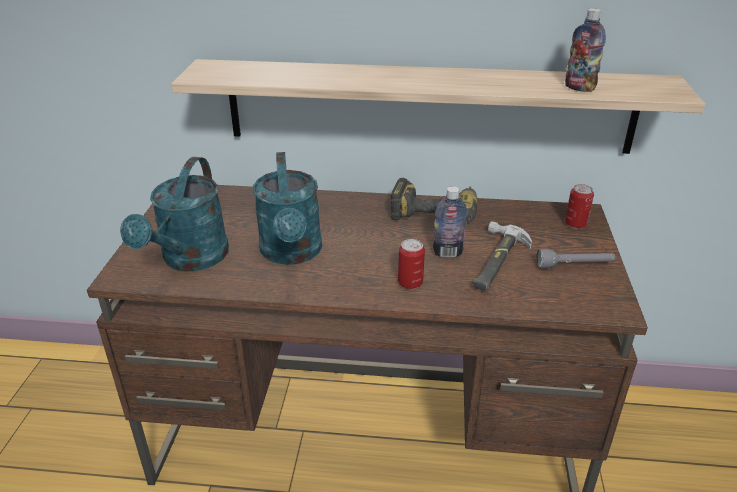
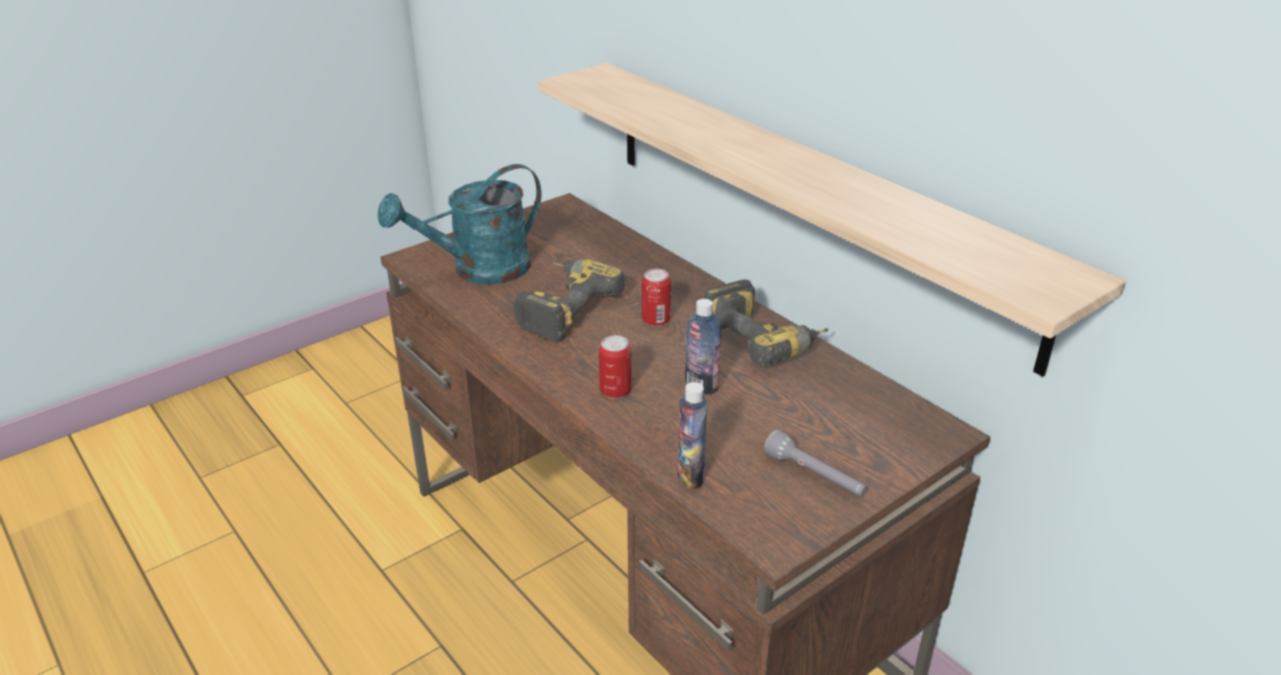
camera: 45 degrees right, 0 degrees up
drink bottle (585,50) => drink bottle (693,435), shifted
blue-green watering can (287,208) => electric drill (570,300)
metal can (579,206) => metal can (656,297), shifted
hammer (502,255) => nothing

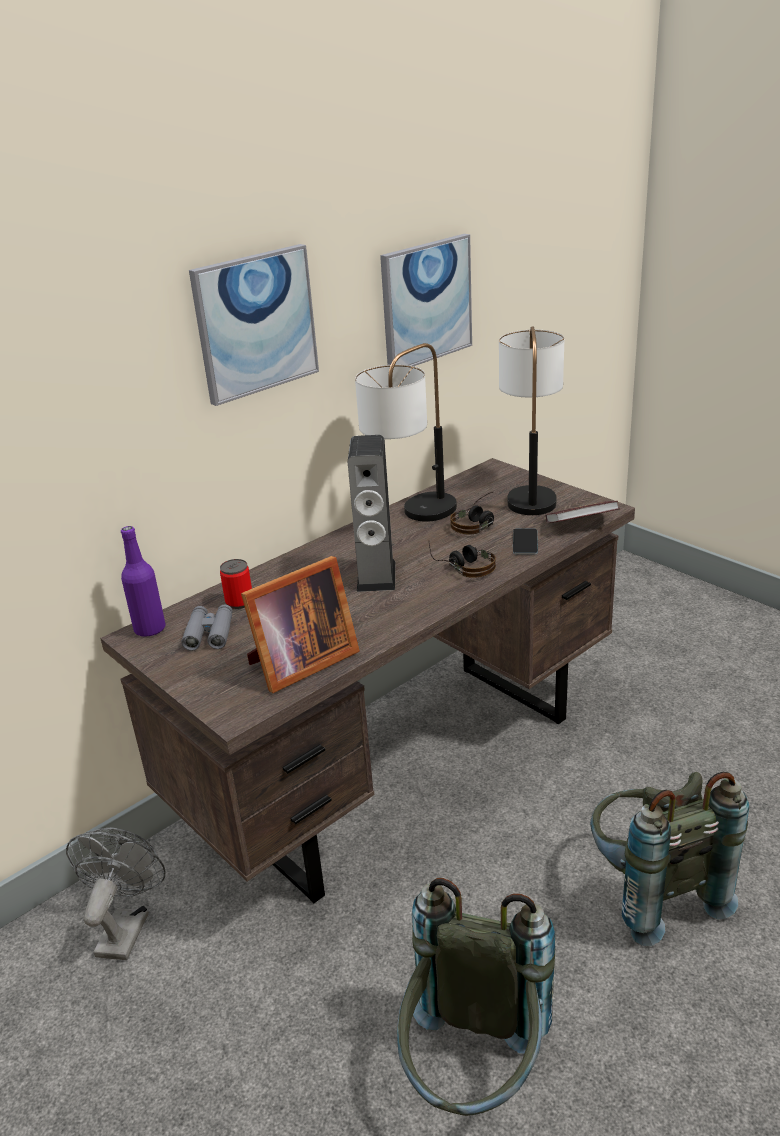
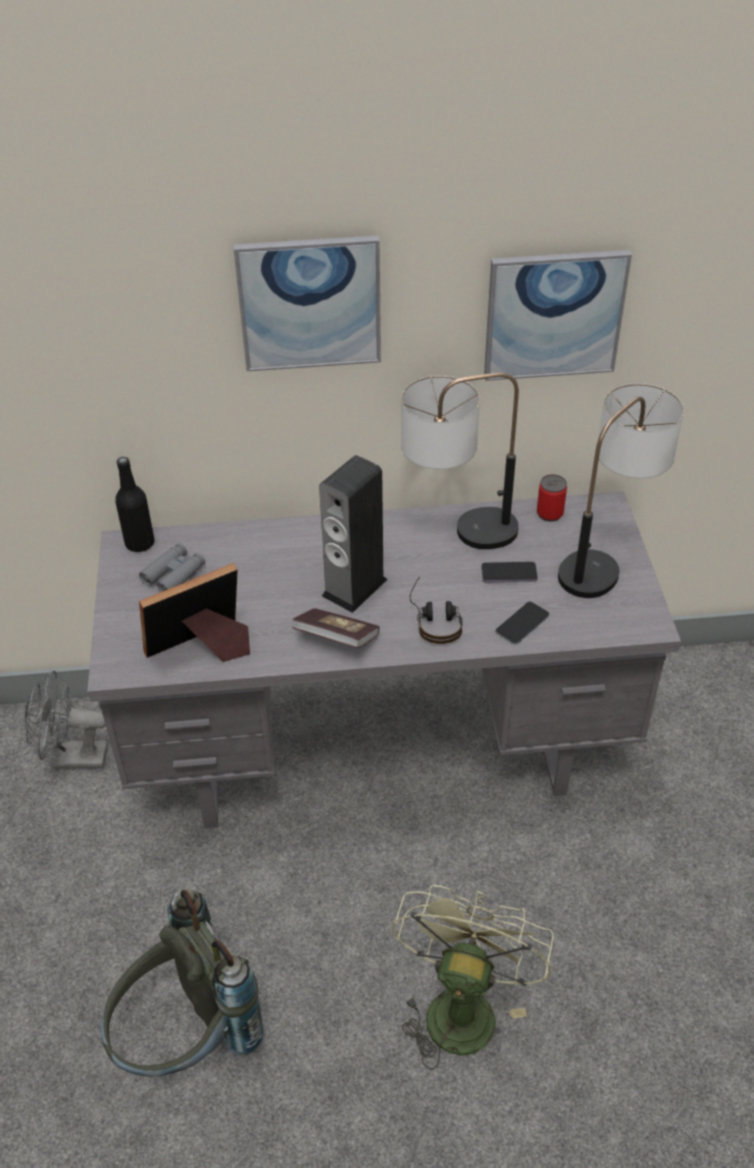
camera: 35 degrees right, 15 degrees up
brown-coloured desk unit (367,680) => gray desk unit (384,659)
pair of headphones (472,513) => phone (509,572)
bound book (583,512) => bound book (336,628), shifted
purple drink bottle (143,581) => black drink bottle (135,504)
picture frame (300,624) => picture frame (194,612), 150 degrees clockwise
metal can (236,584) => metal can (552,498), shifted
gray knapsack (669,859) => greenish cooling fan (473,977)
gray cooling fan (116,893) => gray cooling fan (66,720), 135 degrees counterclockwise

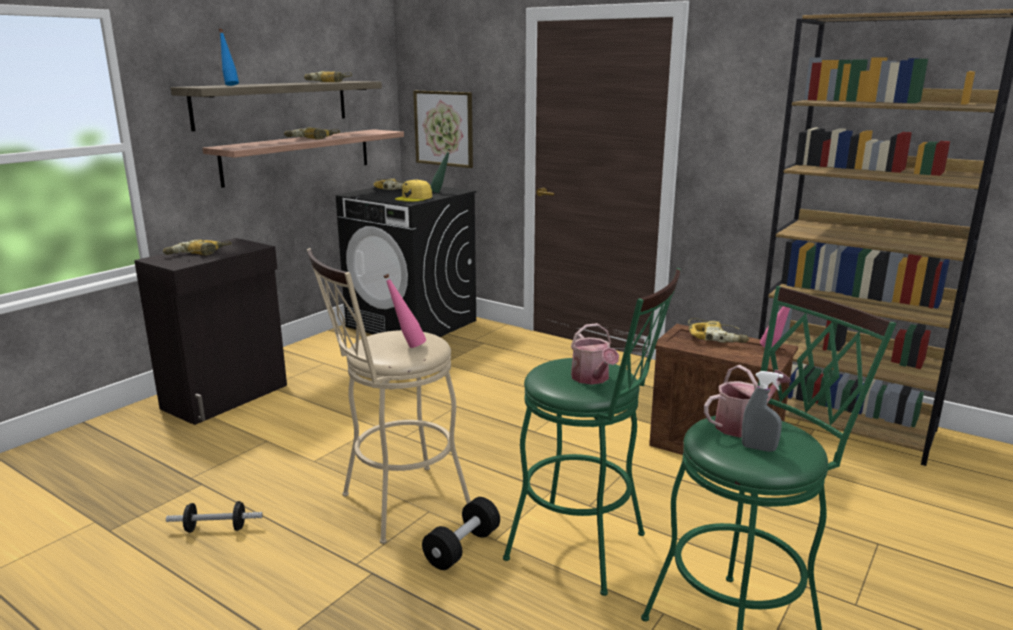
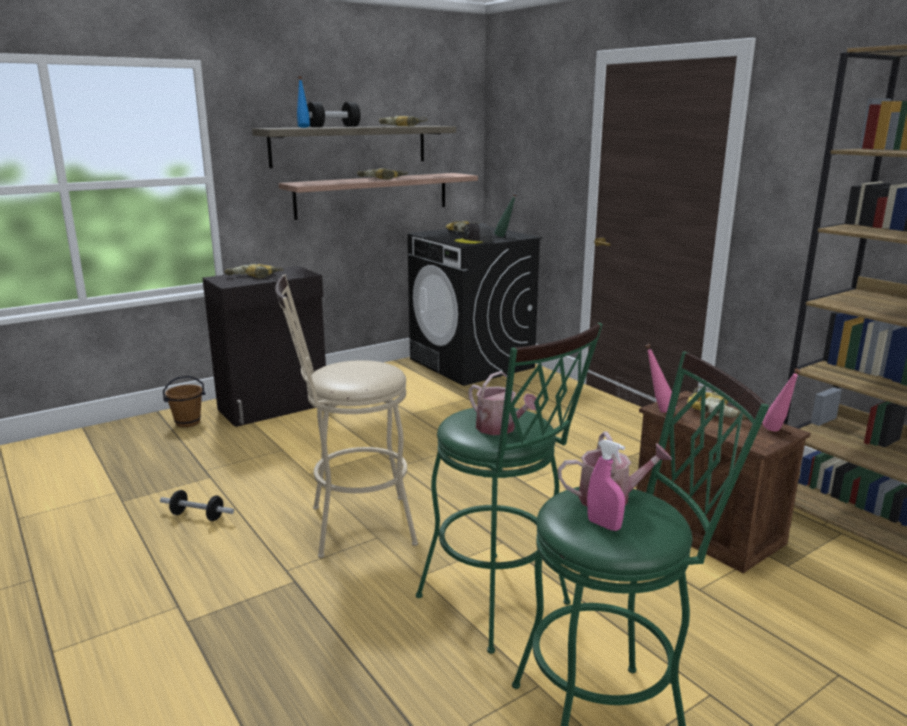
camera: 20 degrees right, 0 degrees up
wall art (443,129) => nothing
yellow baseball cap (413,191) => gray baseball cap (473,233)
pink-coloured drink bottle (404,311) => pink-coloured drink bottle (661,378), shifted
watering can (595,354) => watering can (502,403), 45 degrees counterclockwise
gray spray bottle (762,411) => pink-coloured spray bottle (606,485)
black free weight (461,533) => black free weight (333,114), shifted
nothing => brown-coloured pail (184,401)

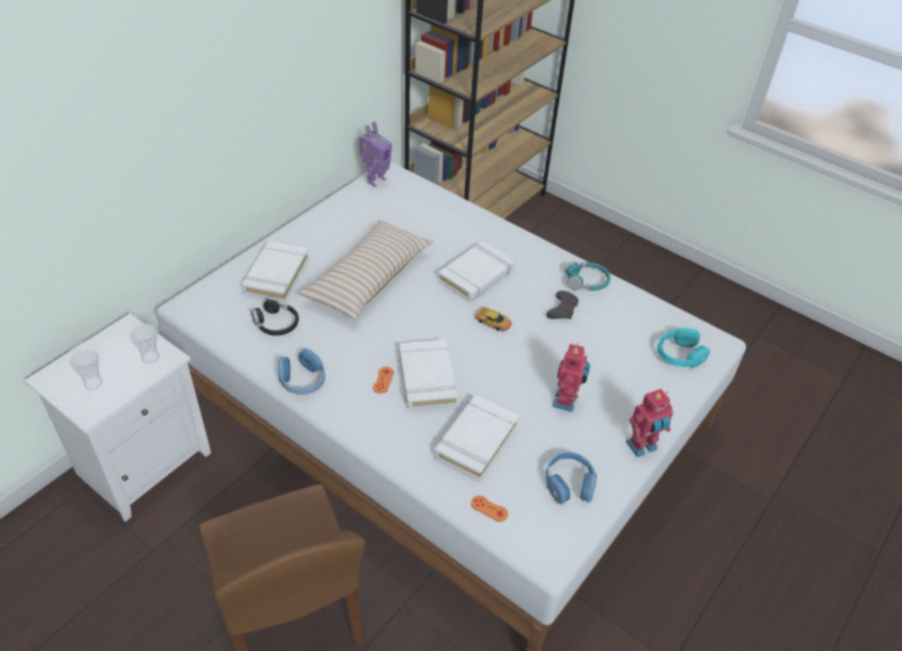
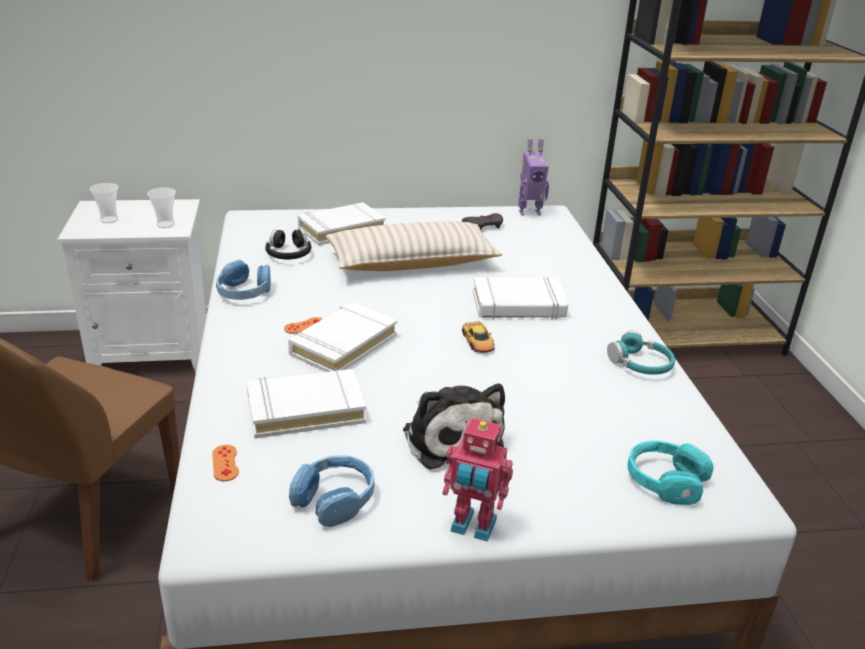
camera: 45 degrees right, 15 degrees down
gray joypad (562,305) => gray joypad (482,221), shifted
robot figure (571,377) => cuddly toy (454,426)

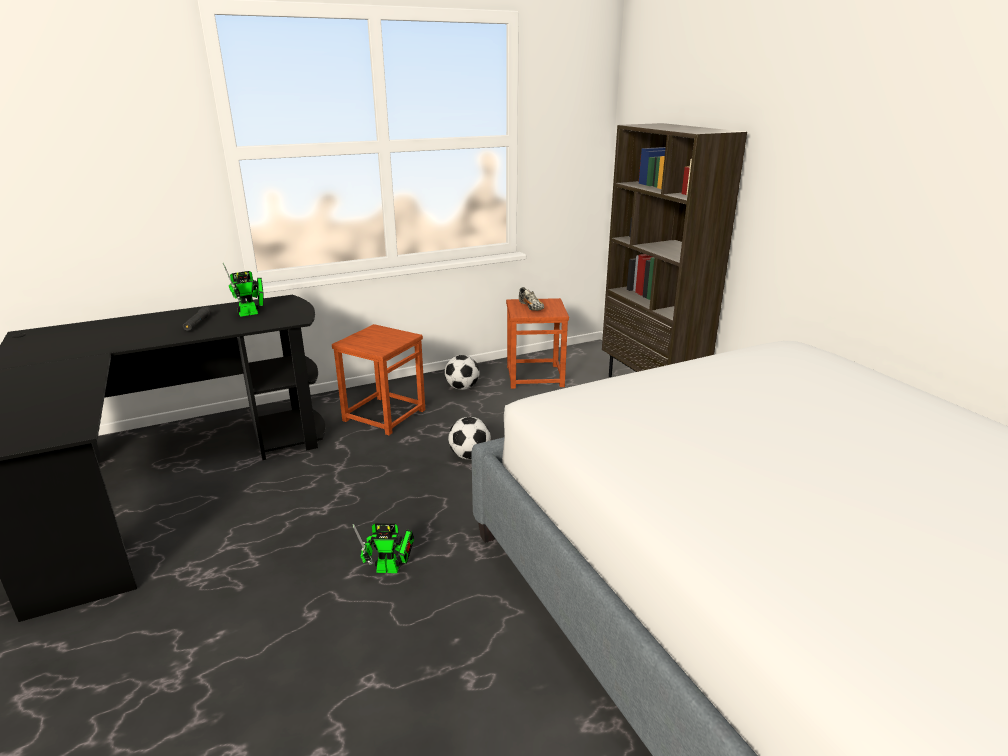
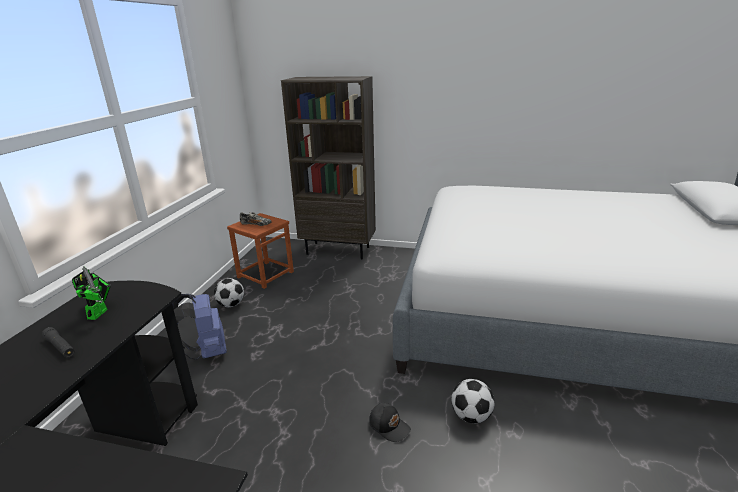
camera: 50 degrees left, 0 degrees up
brown-coloured sitting stool (378,379) => blue knapsack (199,327)
football (469,438) => football (472,401), shifted
robot figure (383,548) => black baseball cap (390,422)

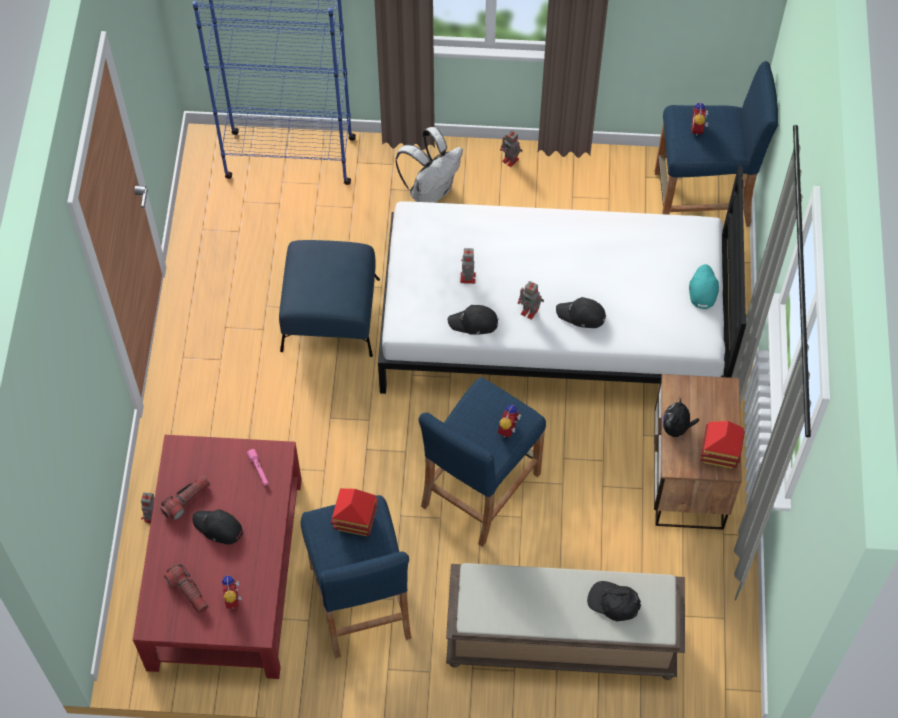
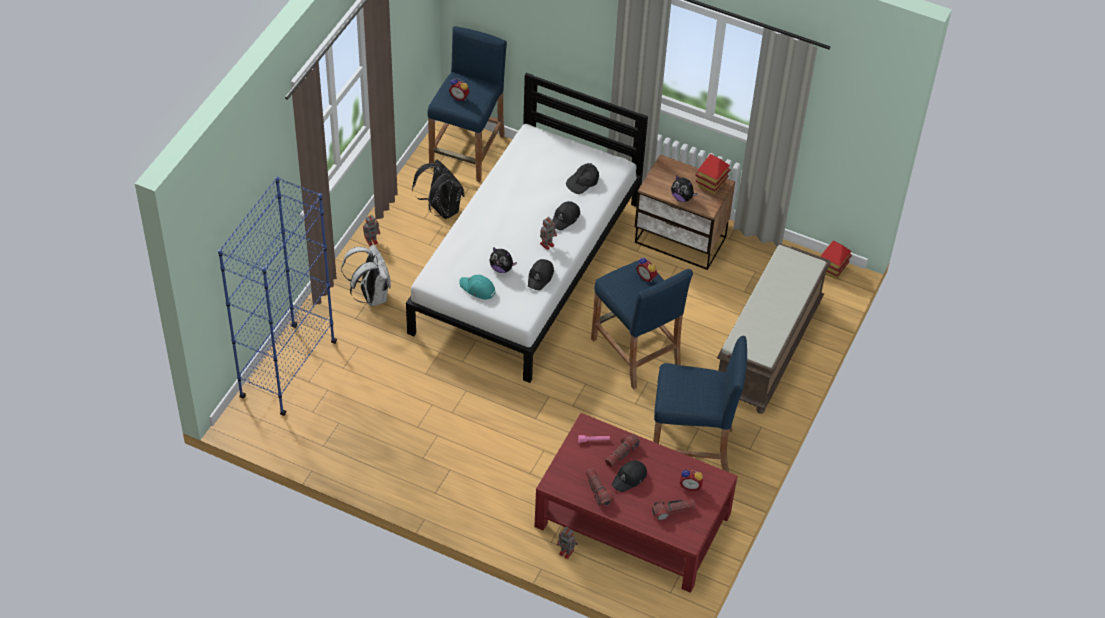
camera: 70 degrees left, 10 degrees down
blue ottoman (329,298) => nothing
robot figure (468,266) => cuddly toy (503,260)
blue-green baseball cap (704,286) => blue-green baseball cap (477,287), shifted
model house (354,512) => model house (836,259), shifted
black baseball cap (614,601) => black baseball cap (582,178), shifted
nothing => black knapsack (438,189)
nothing => hand torch (622,449)

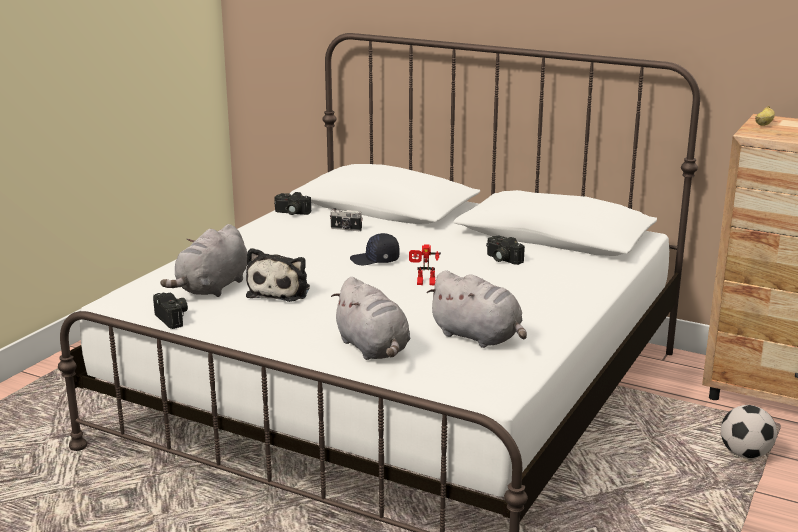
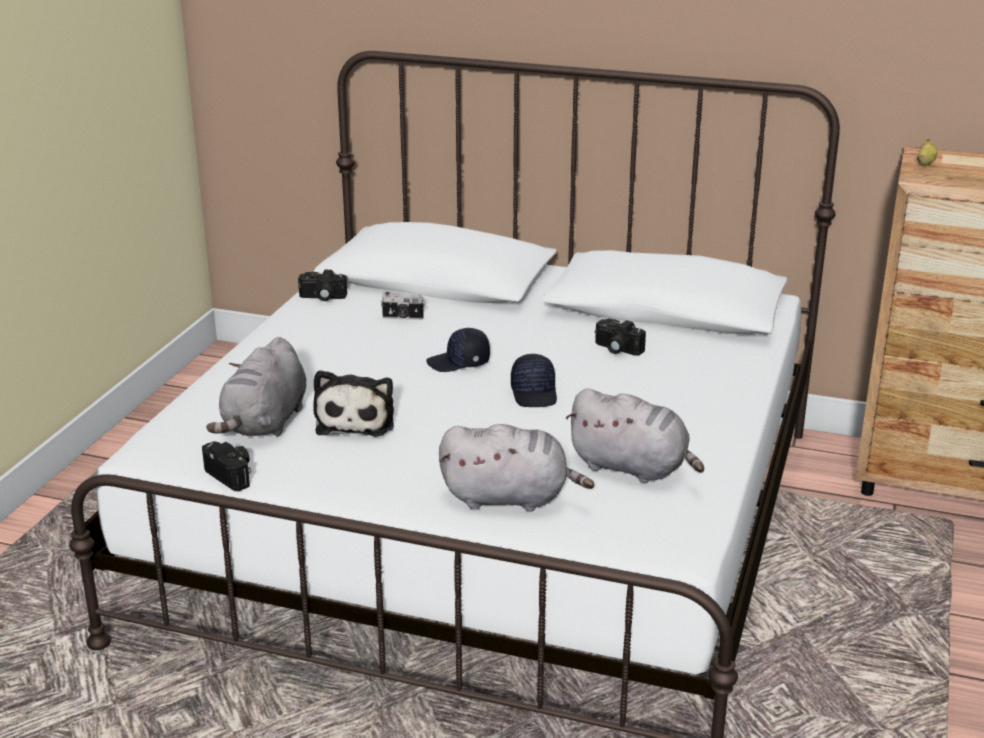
camera: 10 degrees left, 5 degrees up
robot figure (425,264) => black baseball cap (534,380)
gray cuddly toy (370,318) => gray cuddly toy (516,468), 45 degrees counterclockwise
football (749,432) => nothing

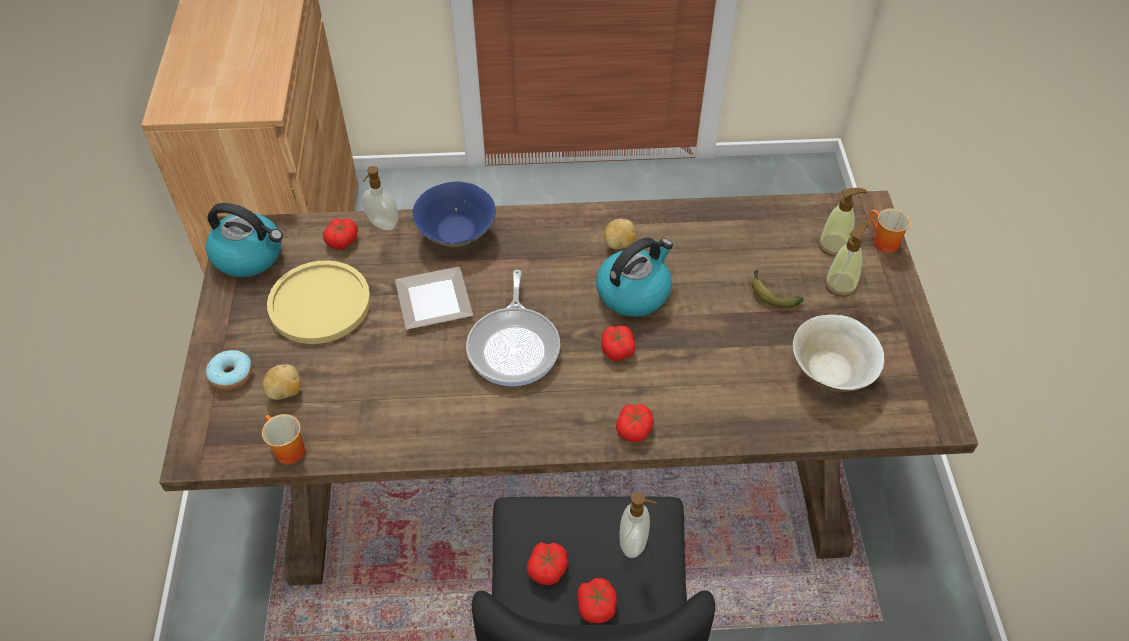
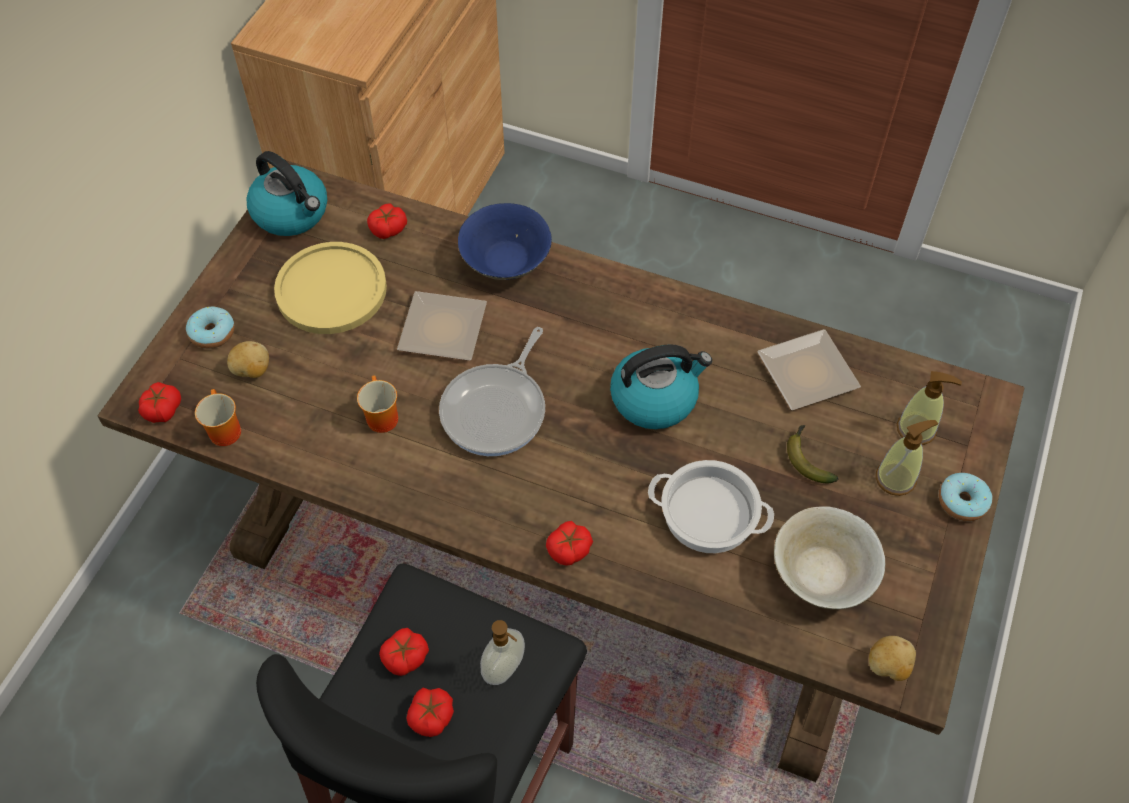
camera: 25 degrees right, 5 degrees up
soap dispenser (380,198) => nothing
mug (890,230) => mug (377,404), shifted
whole potato (620,234) => whole potato (892,658), shifted
tomato (618,343) => tomato (159,402), shifted
nothing => dinner plate (809,369)
nothing => saucepot (711,506)
nothing => ring doughnut (965,497)

